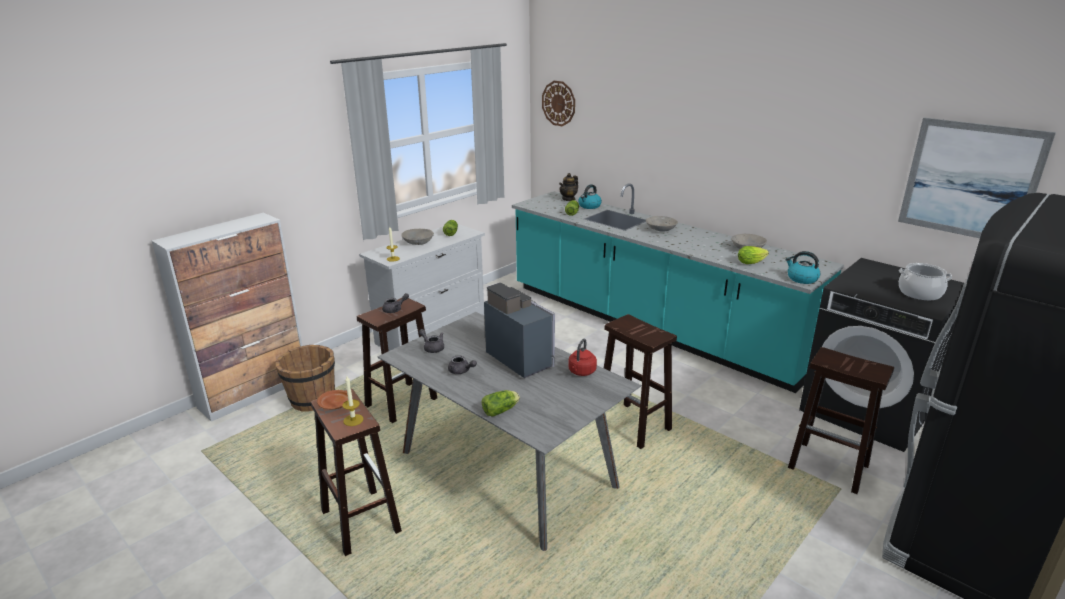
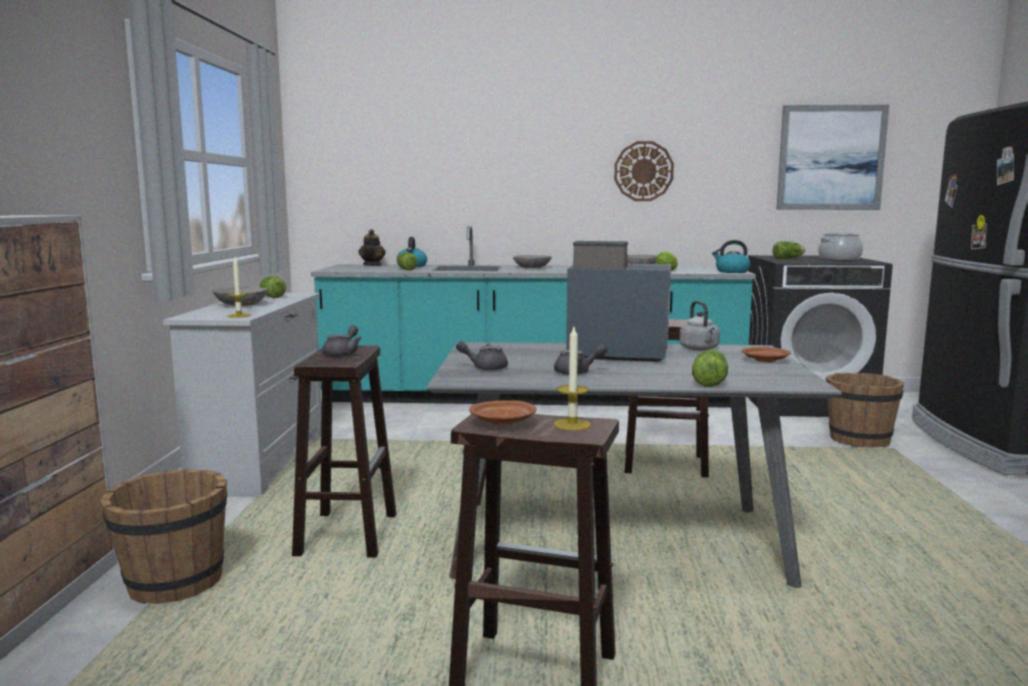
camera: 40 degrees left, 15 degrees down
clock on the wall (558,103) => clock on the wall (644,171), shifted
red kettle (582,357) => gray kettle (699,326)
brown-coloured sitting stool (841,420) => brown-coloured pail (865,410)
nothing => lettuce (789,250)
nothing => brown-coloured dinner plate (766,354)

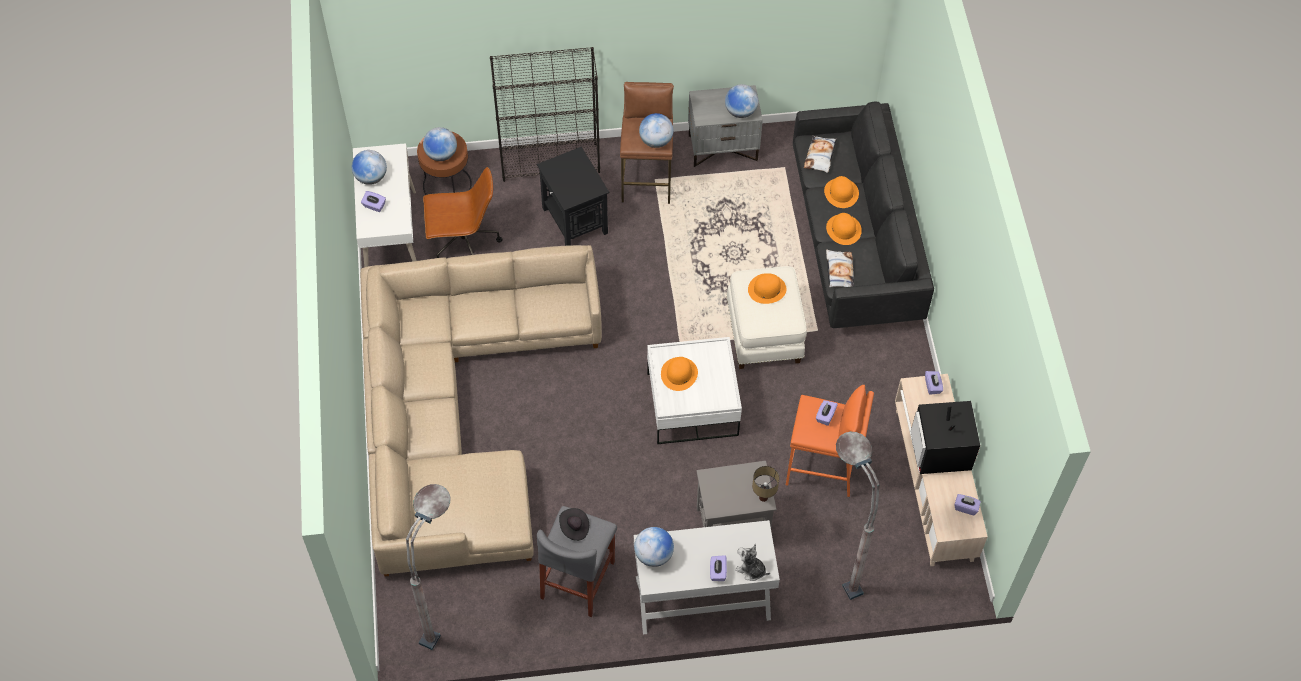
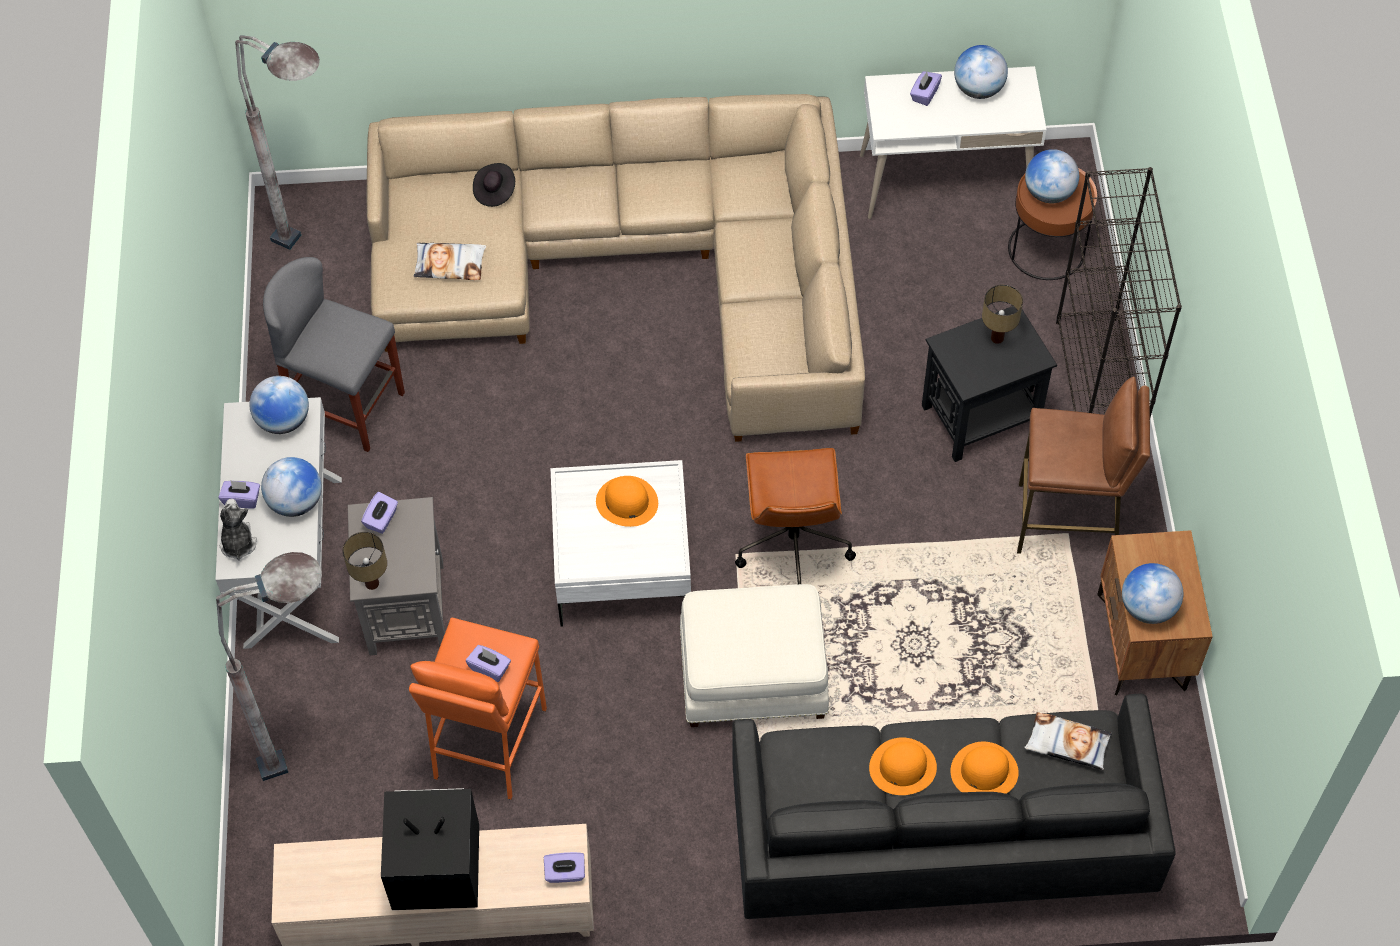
camera: 95 degrees right, 0 degrees up
gray nightstand (725,126) => brown-coloured nightstand (1155,612)
world globe (656,130) => world globe (291,487), shifted
brown-coloured desk chair (463,212) => brown-coloured desk chair (795,516), shifted
pillow (840,268) => pillow (450,261), shifted
orangey clothing hat (767,288) => nothing
purple box of tissues (967,504) => purple box of tissues (379,513), shifted
black clothing hat (574,524) => black clothing hat (494,185), shifted
cuddly toy (752,562) => cuddly toy (238,530), 45 degrees counterclockwise
nothing => tabletop lamp (1002,314)

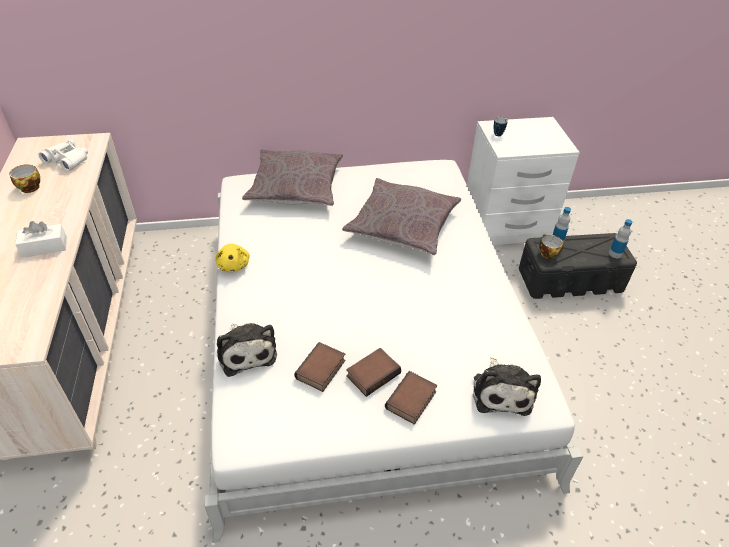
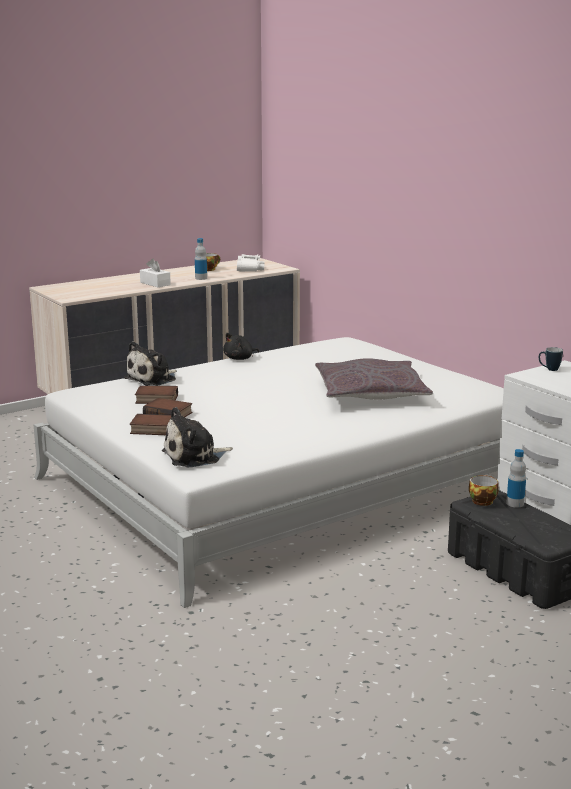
camera: 65 degrees right, 25 degrees down
gray pillow (292,177) => nothing
drink bottle (621,238) => drink bottle (201,259), shifted
yellow cuddly toy (232,258) => black cuddly toy (241,346)

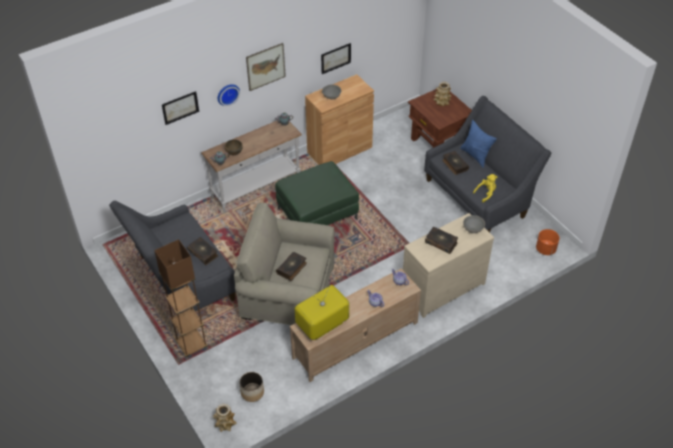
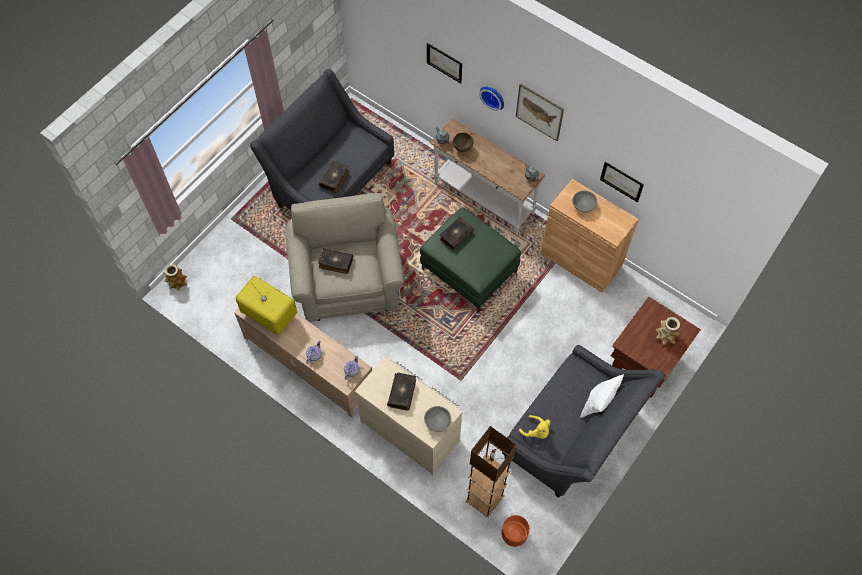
camera: 70 degrees right, 15 degrees up
blue pillow (478,144) => white-coloured pillow (602,396)
bound book (455,163) => bound book (457,233), shifted
brown-coloured standard lamp (181,298) => brown-coloured standard lamp (491,472), shifted
planter (251,387) => nothing

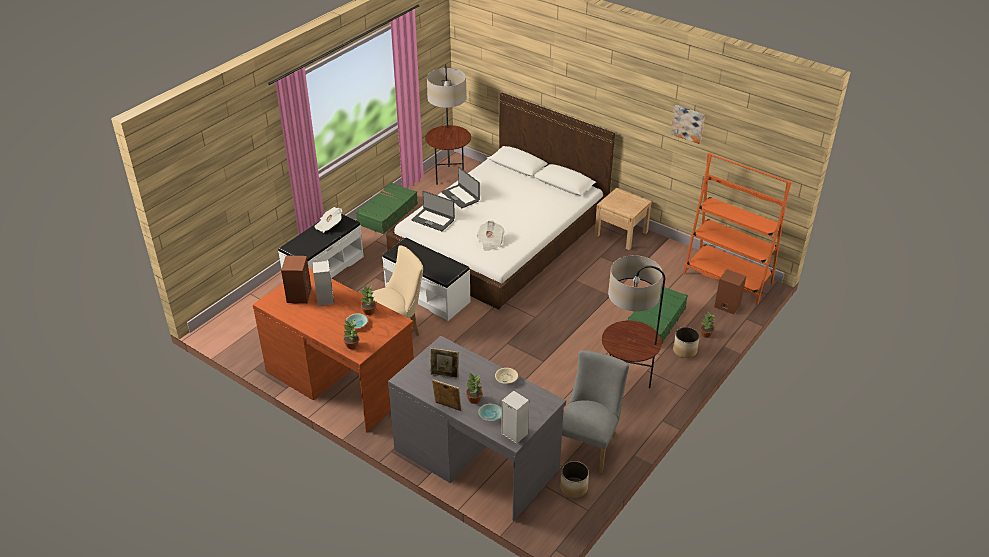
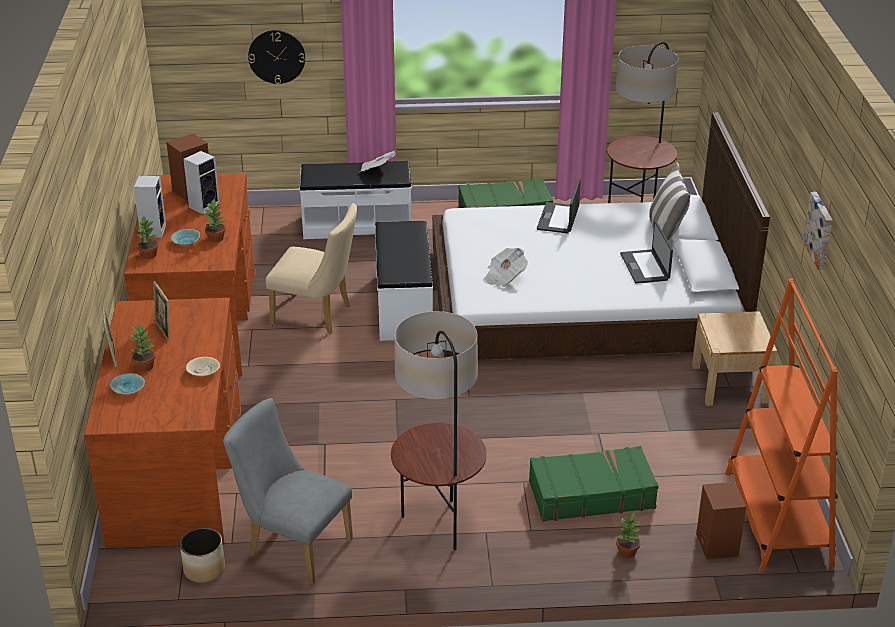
camera: 50 degrees right, 5 degrees down
laptop (433,211) => laptop (646,252), shifted
planter (686,342) => nothing
gray desk unit (477,428) => brown-coloured desk unit (162,423)
gray plain chair (595,411) => gray plain chair (288,491), 135 degrees counterclockwise
audio speaker (515,417) => audio speaker (150,206), shifted
nothing => clock on the wall (276,57)
nothing => pillow (669,202)

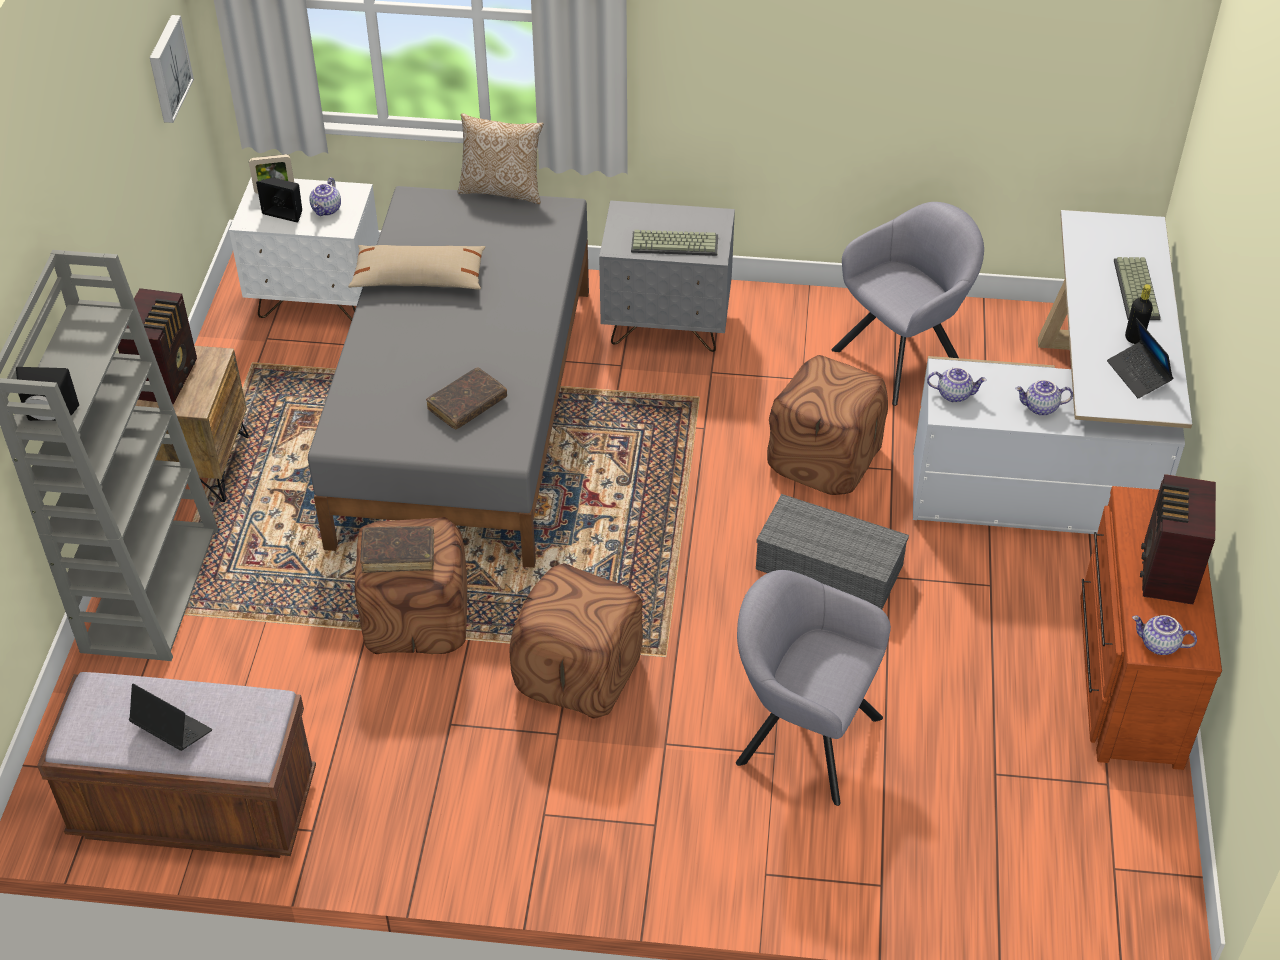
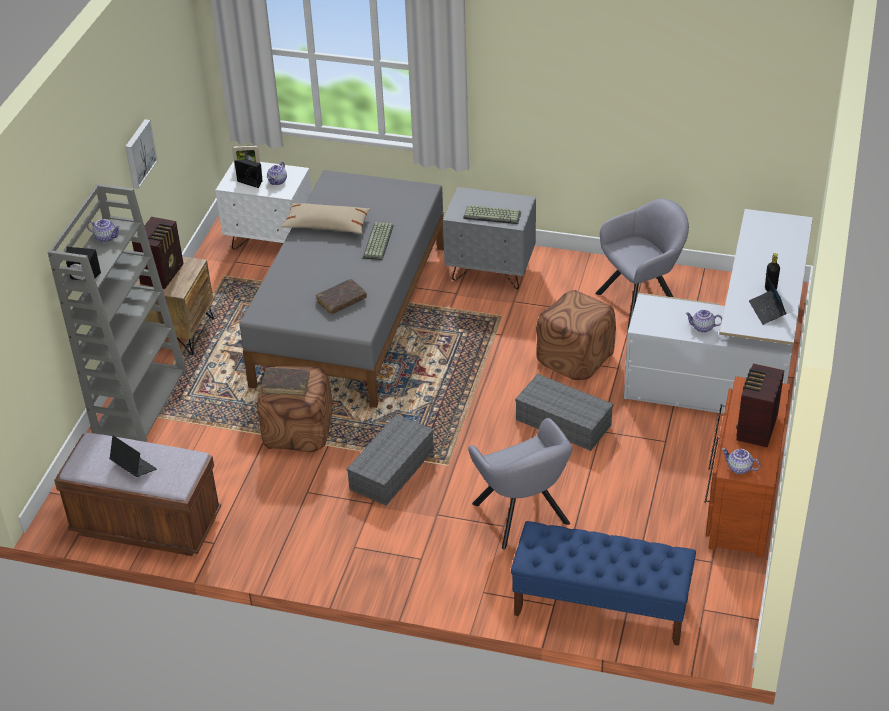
camera: 10 degrees right, 5 degrees down
wall art (172,69) => wall art (141,154), shifted
pillow (501,158) => nothing
PC keyboard (1137,288) => PC keyboard (378,241), shifted
teapot (957,385) => teapot (104,230), shifted
brown-coloured ottoman (576,641) => gray storage bin (390,460)
gray armchair (813,688) => gray armchair (520,484), 150 degrees counterclockwise
nothing => blue indoor bench (603,583)

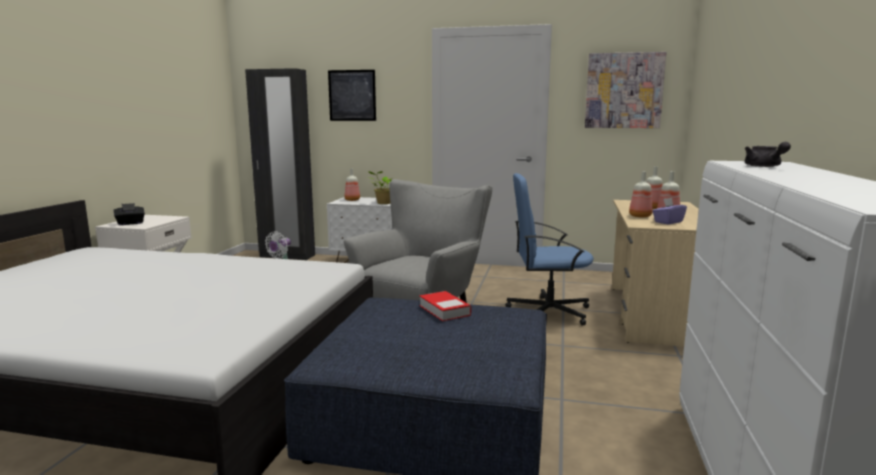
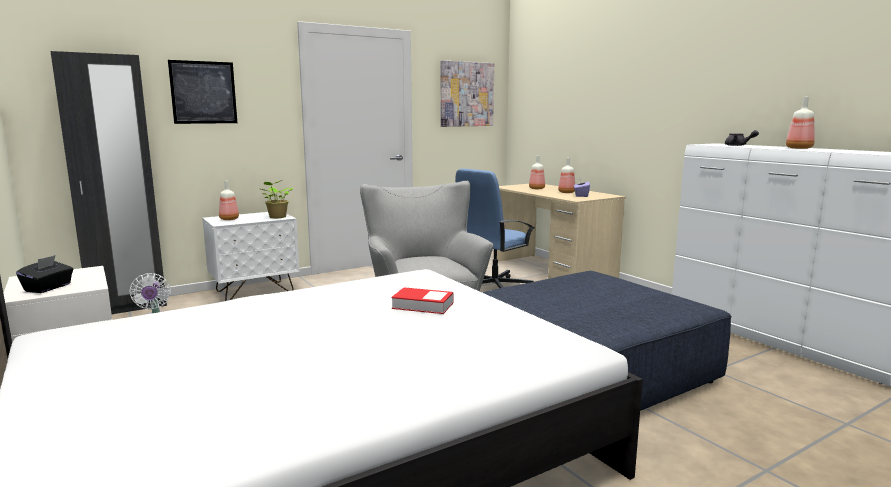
camera: 45 degrees left, 0 degrees up
drink bottle (641,194) => drink bottle (800,123), shifted
bound book (445,306) => bound book (422,300), shifted

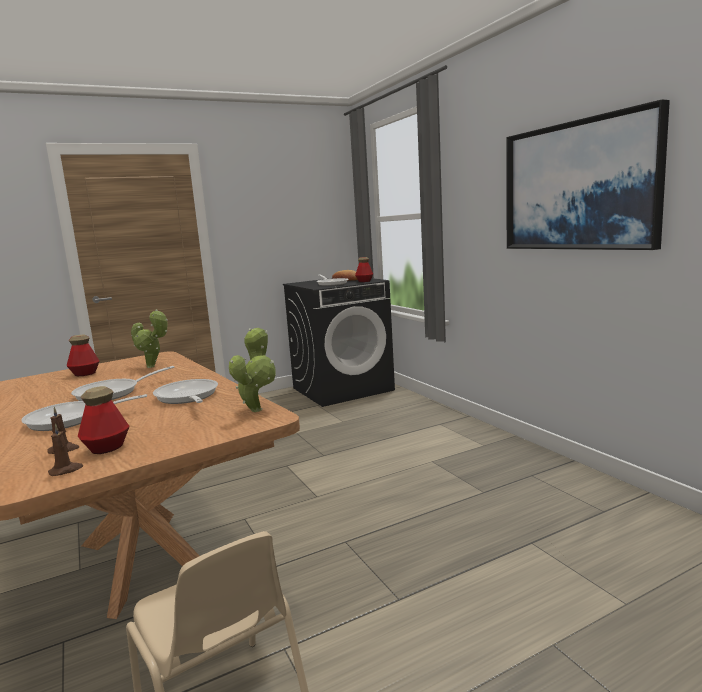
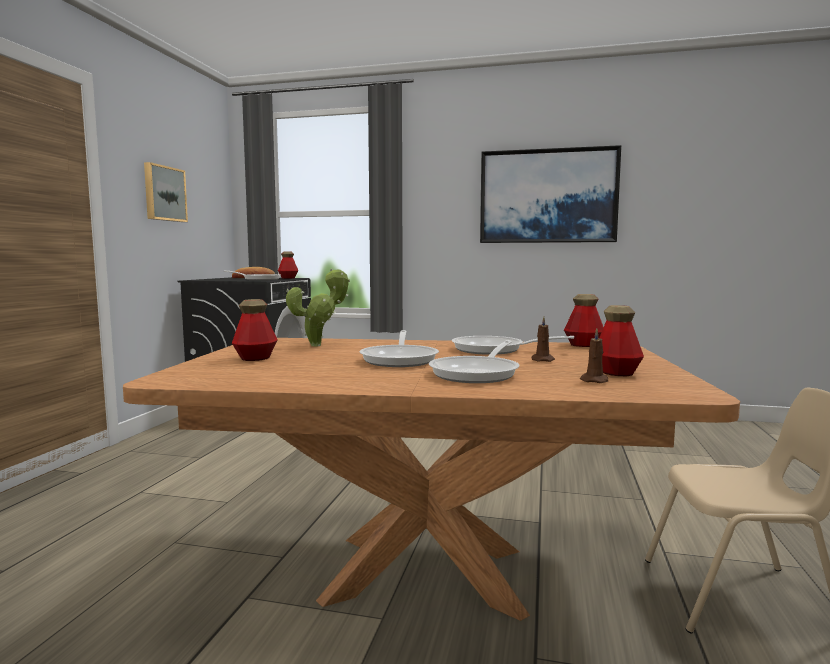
camera: 50 degrees left, 5 degrees down
potted plant (252,370) => drink bottle (584,320)
brown-coloured candle (65,449) => brown-coloured candle (543,339), shifted
nothing => wall art (166,192)

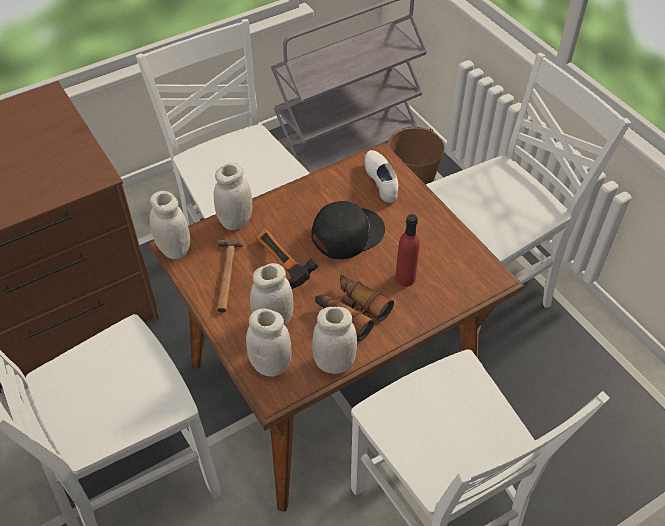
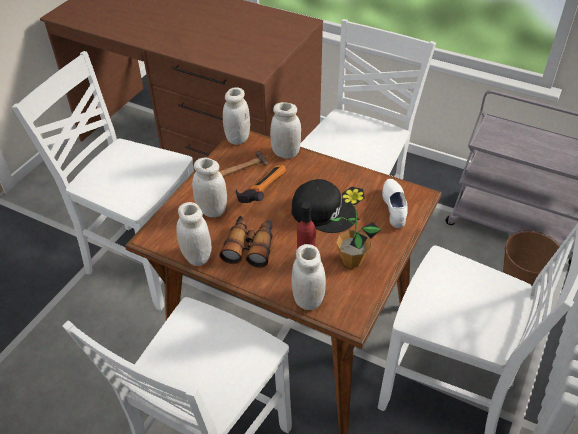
camera: 60 degrees right, 5 degrees down
white-coloured item of footwear (381,176) => white-coloured item of footwear (395,203), 45 degrees counterclockwise
white-coloured storage jar (268,342) => white-coloured storage jar (309,277), shifted
nothing => potted plant (355,227)

